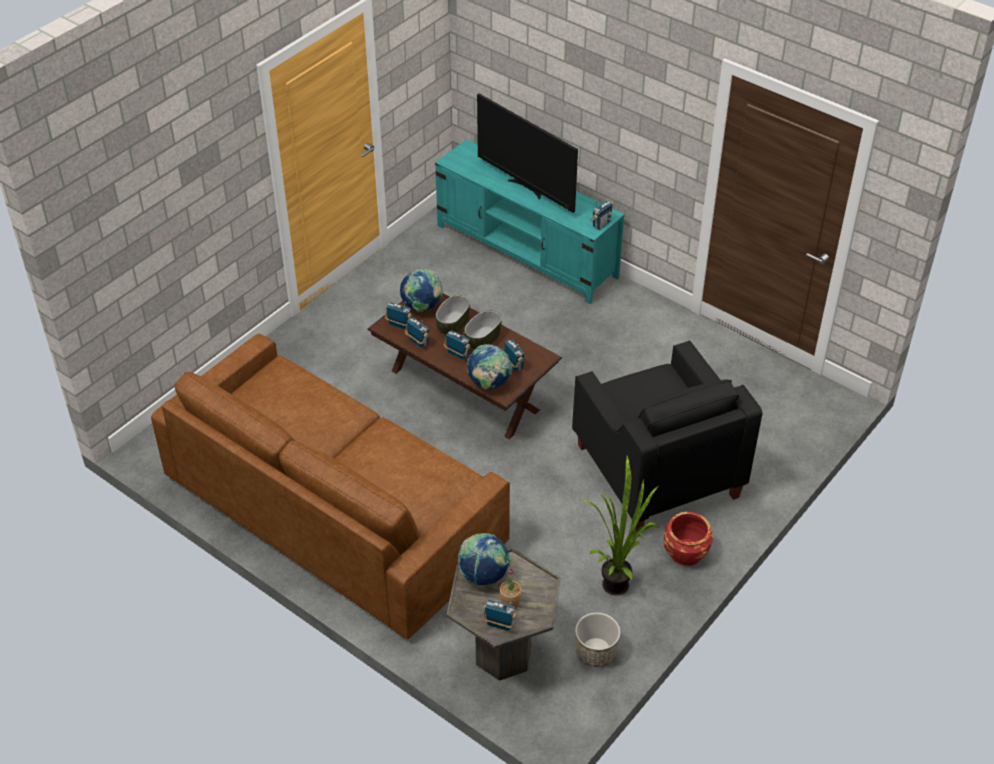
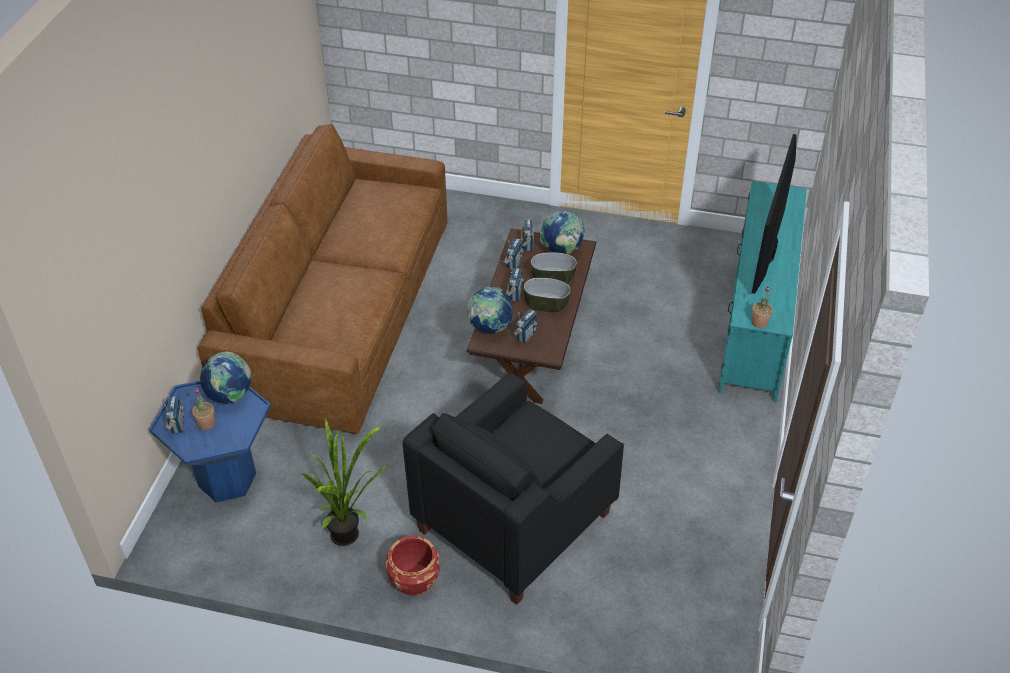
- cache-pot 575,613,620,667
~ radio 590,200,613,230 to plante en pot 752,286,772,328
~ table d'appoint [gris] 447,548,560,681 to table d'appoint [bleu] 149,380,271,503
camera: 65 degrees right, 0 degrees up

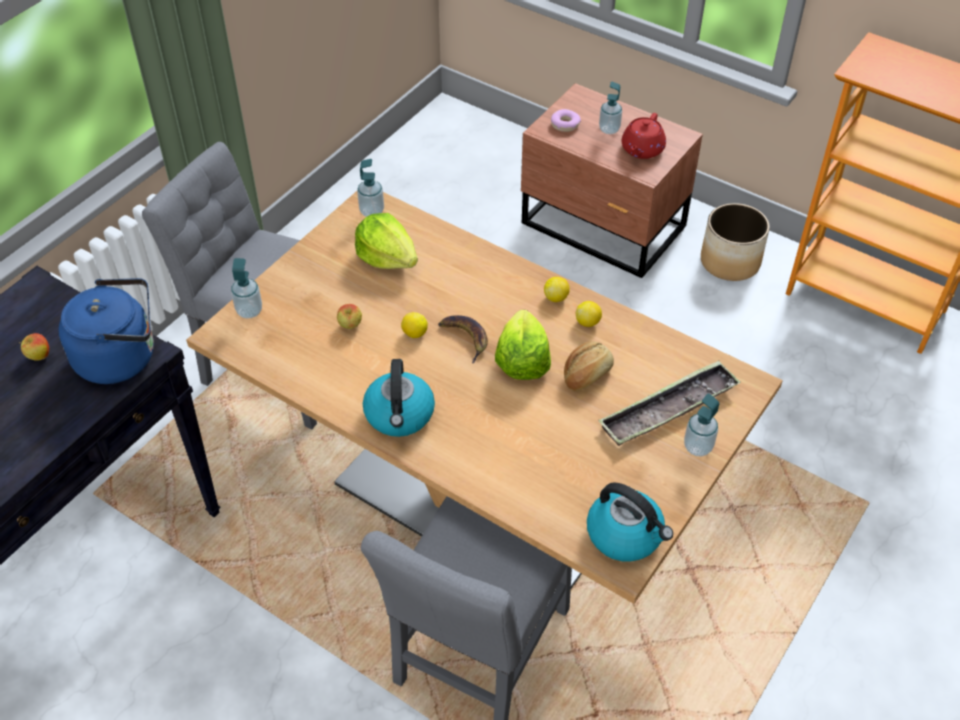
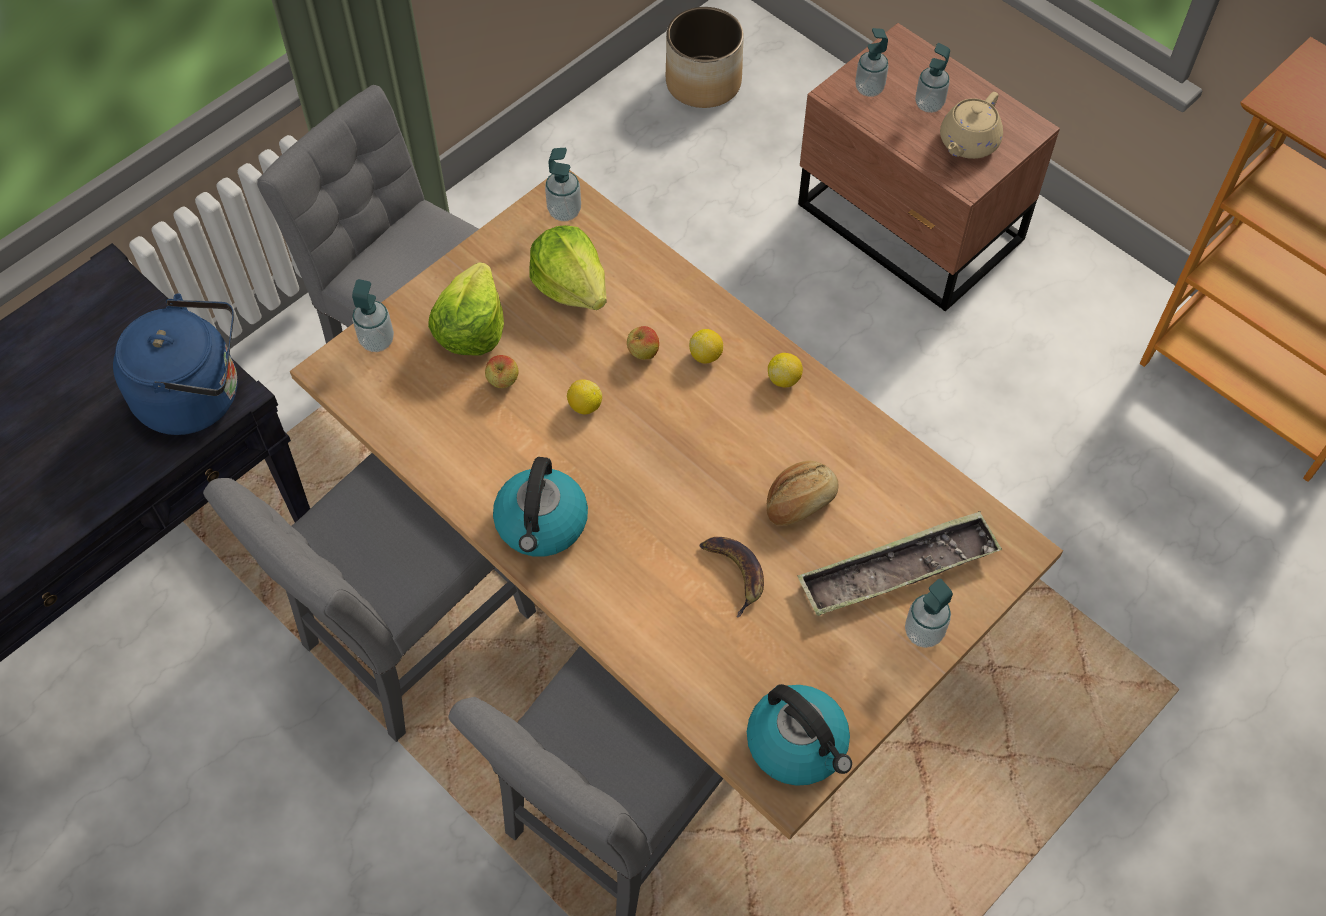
+ chaise [gris] 203,453,536,742
~ pomme 19,333,49,361 to 627,326,659,360
~ banane 438,315,488,363 to 699,537,764,618
~ laitue 495,310,551,380 to 428,262,504,356
~ citron 576,301,602,327 to 689,329,723,364
~ cache-pot 701,203,770,281 to 666,7,744,108
~ beignet 551,109,581,132 to distributeur de savon 855,28,889,97
~ théière [rouge] 622,113,666,159 to théière [beige] 940,92,1003,159
camera: 10 degrees right, 10 degrees up

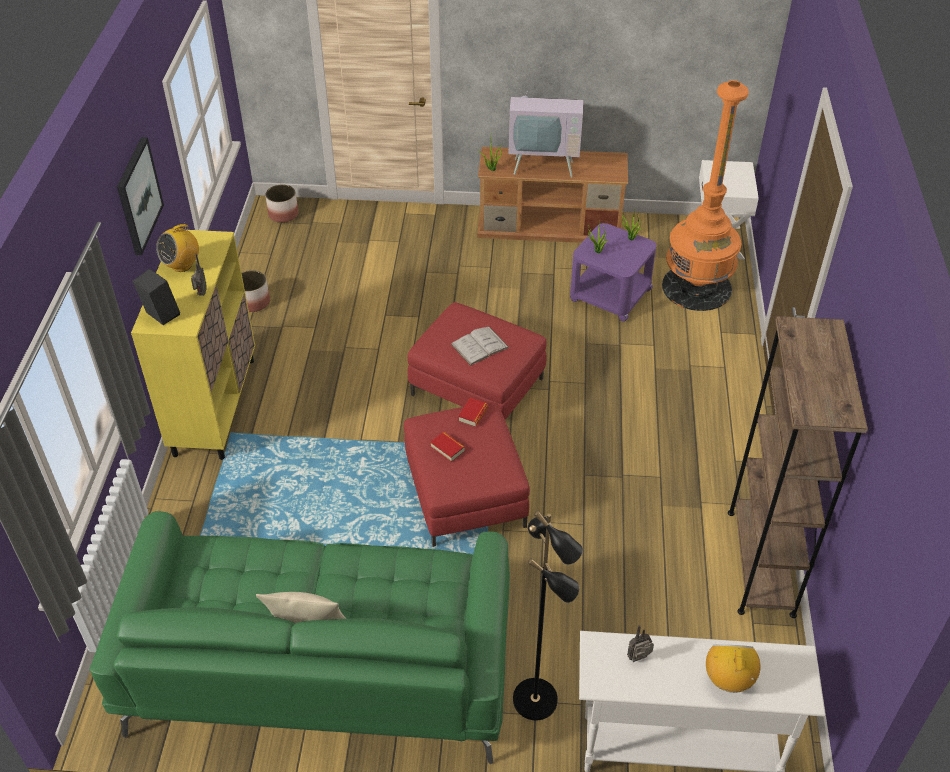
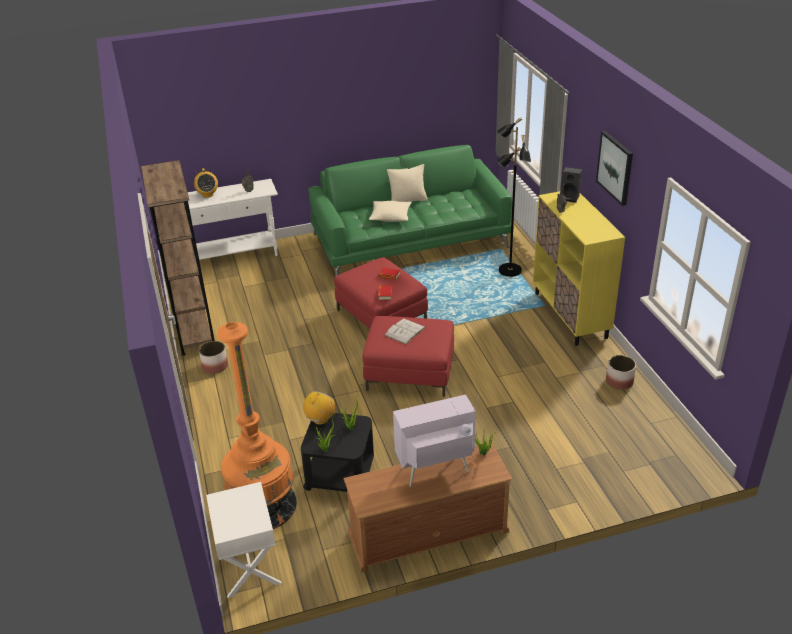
+ coussin [beige] 369,201,412,222
~ radio 156,223,199,272 to 303,391,335,425
~ cache-pot 265,184,298,223 to 199,341,228,374
~ lampadaire [noir] 513,510,583,720 to 496,117,531,277
~ table d'appoint [violet] 570,223,656,322 to table d'appoint [noir] 301,413,374,492
camera: 160 degrees right, 10 degrees down

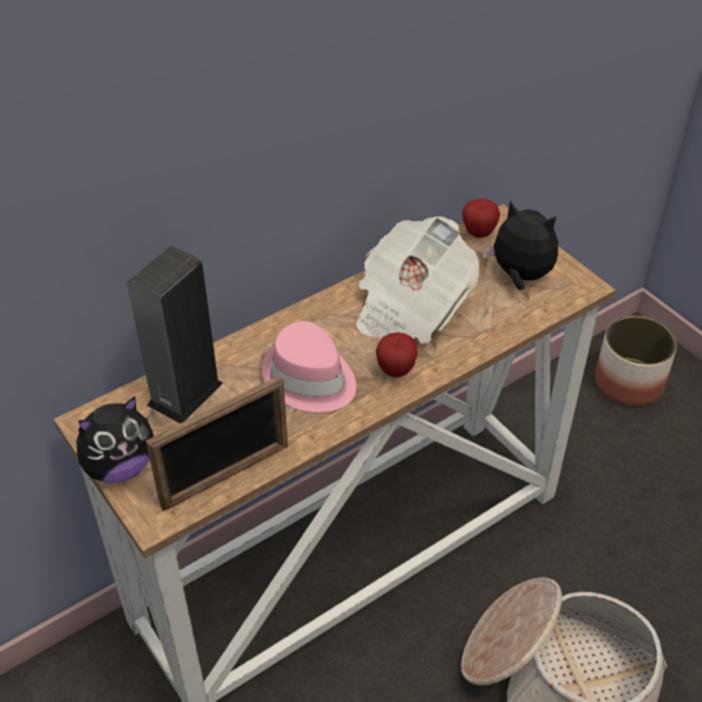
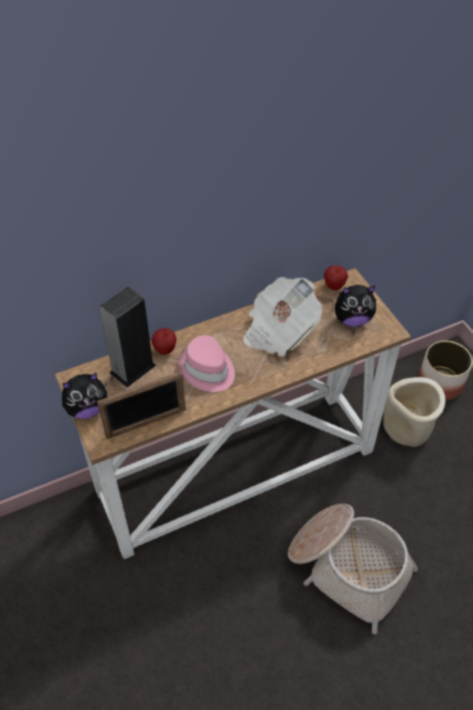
+ cache-pot [beige] 383,377,446,447
~ pomme 376,332,418,377 to 151,328,177,355
~ peluche 483,200,558,290 = 335,285,376,327 135 degrees clockwise
camera: 10 degrees right, 5 degrees up

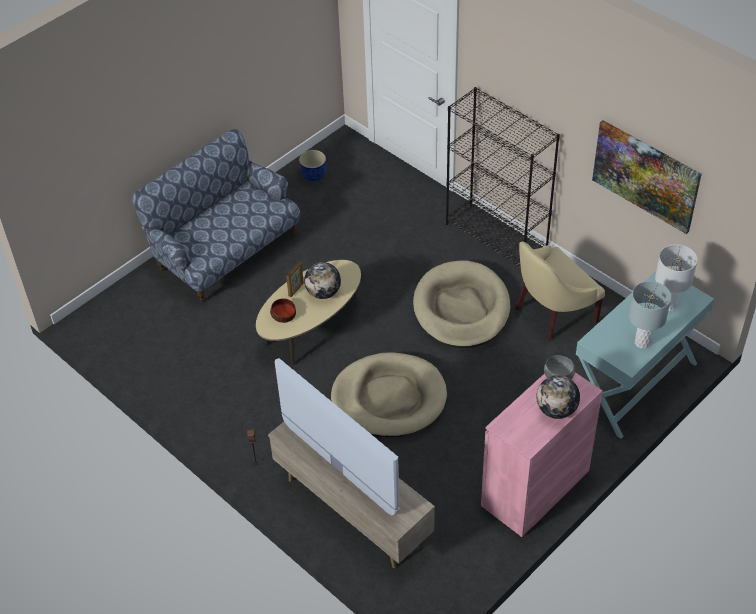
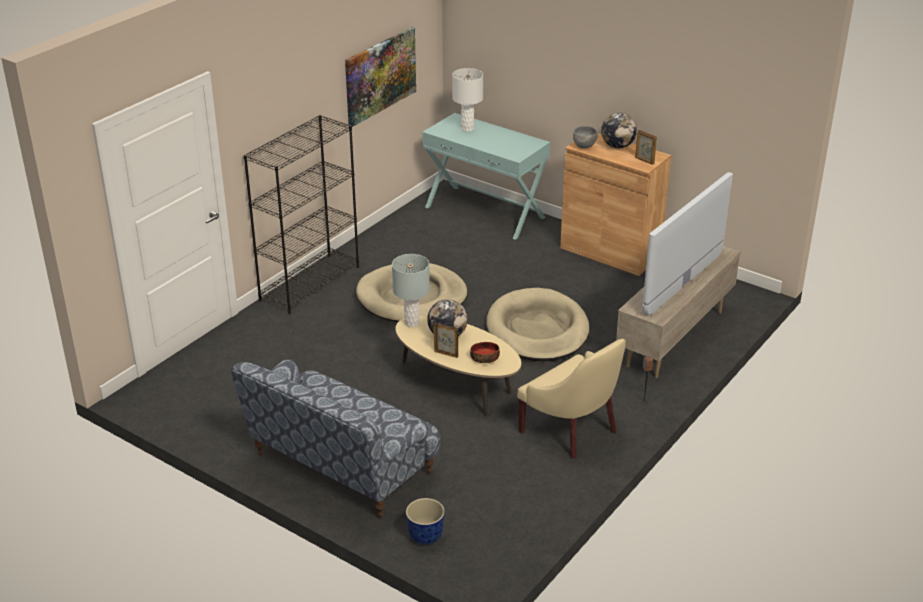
+ cadre photo 635,130,657,165
~ cache-pot 299,150,326,182 to 406,498,445,544
~ fauteuil [beige] 516,241,605,341 to 517,338,626,459
~ lampe de table [gris] 629,281,671,349 to 392,254,430,327
~ meuble de rangement [rose] 481,372,603,537 to meuble de rangement [marron] 560,133,671,276
camera: 100 degrees left, 15 degrees down

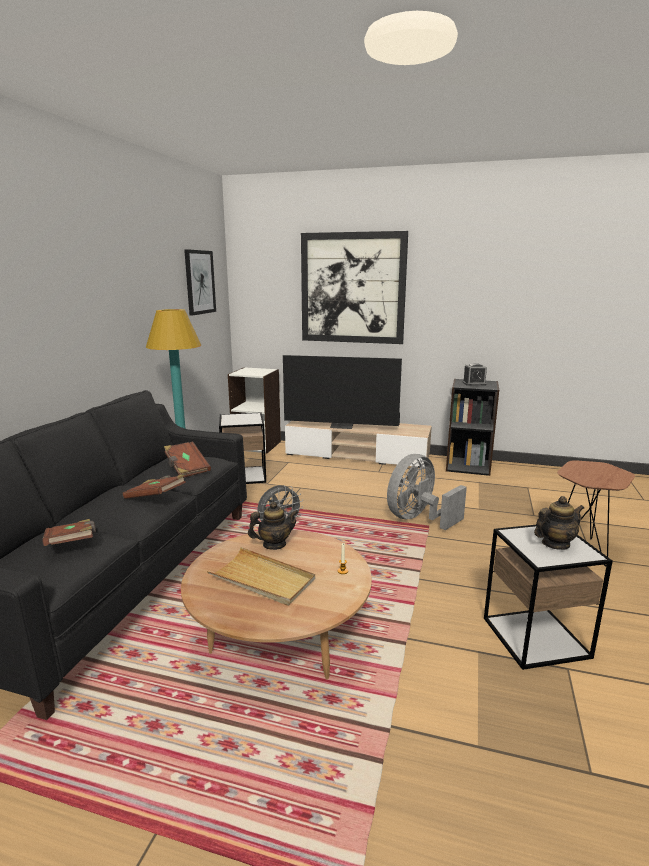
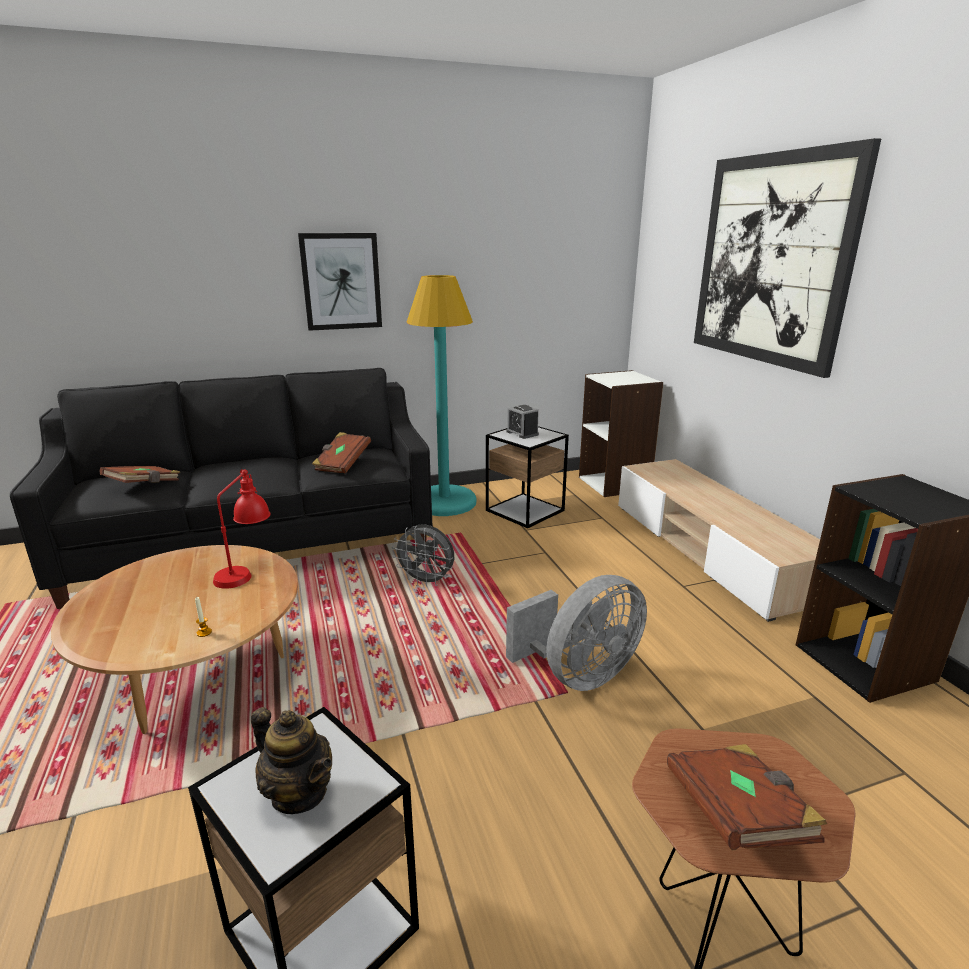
- plateau [beige] 207,547,315,606
- téléviseur 283,355,402,429
~ livre [marron] 122,474,186,499 to 667,744,827,850
~ tableau 184,249,216,316 to 298,233,382,331
~ réveil 463,363,487,386 to 506,405,539,439
~ théière 248,502,299,550 to lampe de table [rouge] 213,469,271,589
~ ventilateur [gris] 387,454,467,530 = 506,575,647,691 135 degrees clockwise
camera: 55 degrees right, 5 degrees up

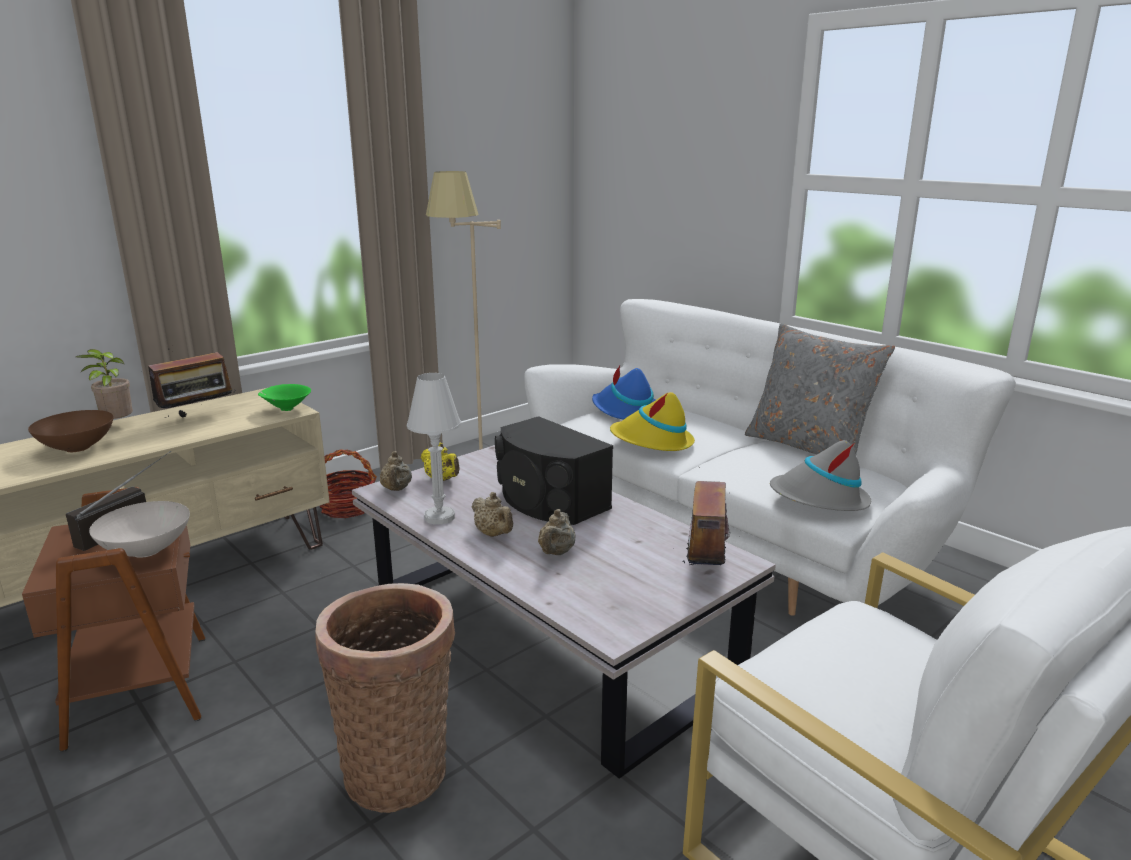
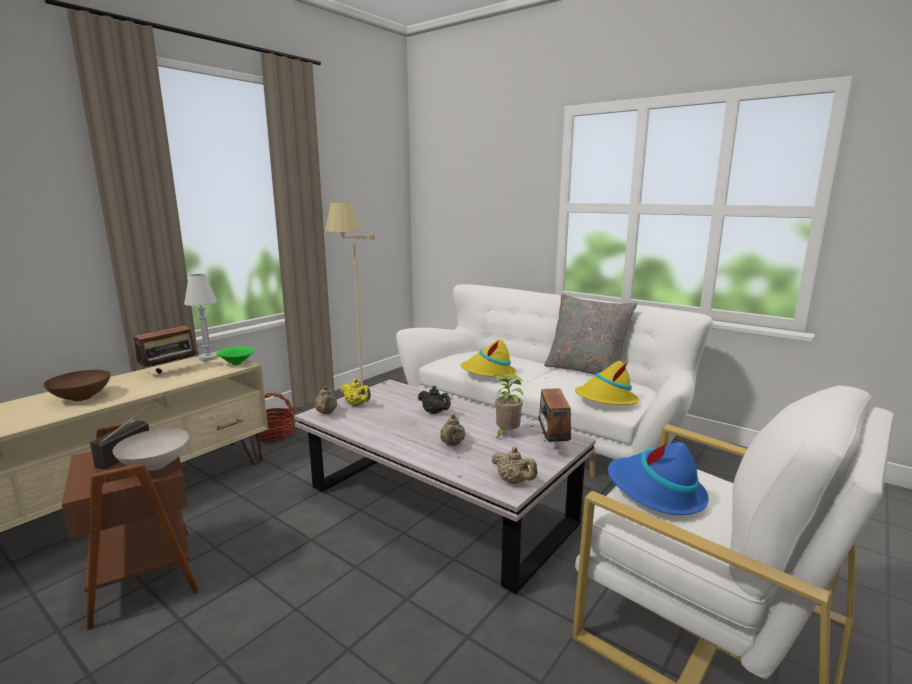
- panier 315,583,455,813
~ plante en pot 76,349,133,419 to 493,374,523,439
~ lampe de table [blanc] 407,373,461,524 to 184,274,218,361
~ théière [beige] 472,492,513,537 to 491,447,537,484
~ chapeau [bleu] 592,366,655,420 to 608,442,709,515
~ enceinte [noir] 495,416,613,525 to théière [noir] 418,386,451,414
~ chapeau [gris] 770,440,871,511 to chapeau [jaune] 575,361,639,405
camera: 10 degrees left, 5 degrees down

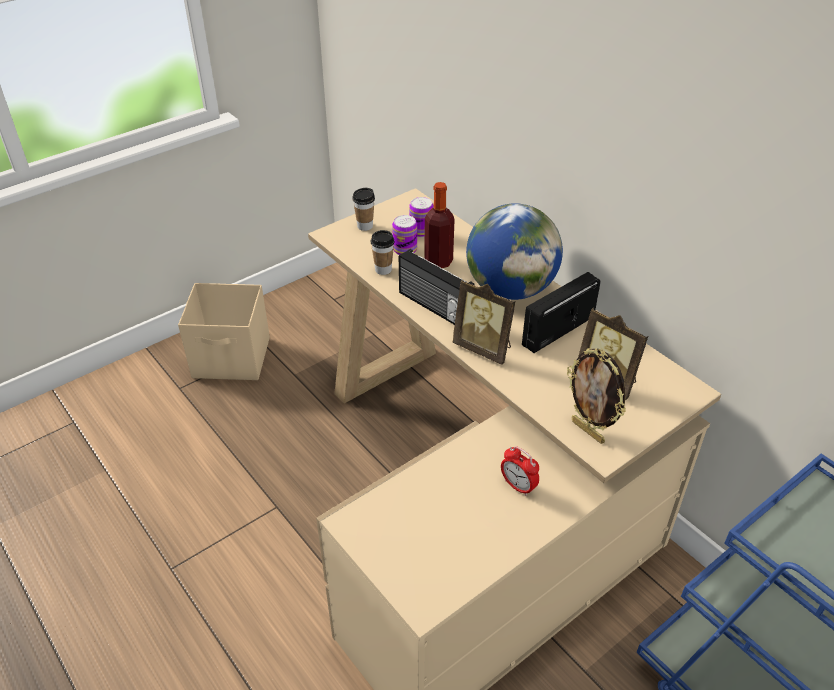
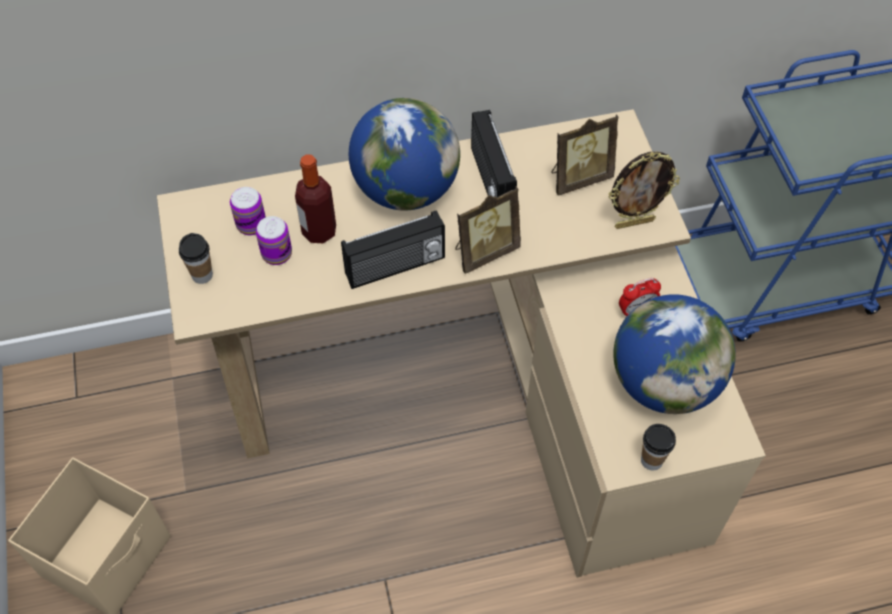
+ globe 613,294,736,414
~ tasse 371,230,394,275 to 641,424,676,471
camera: 65 degrees left, 15 degrees up

